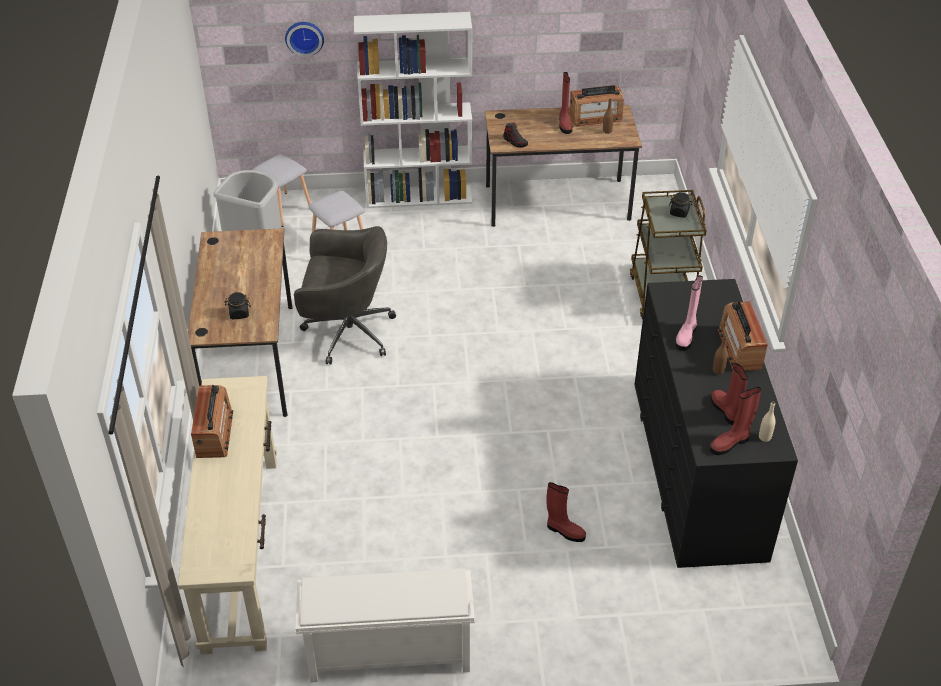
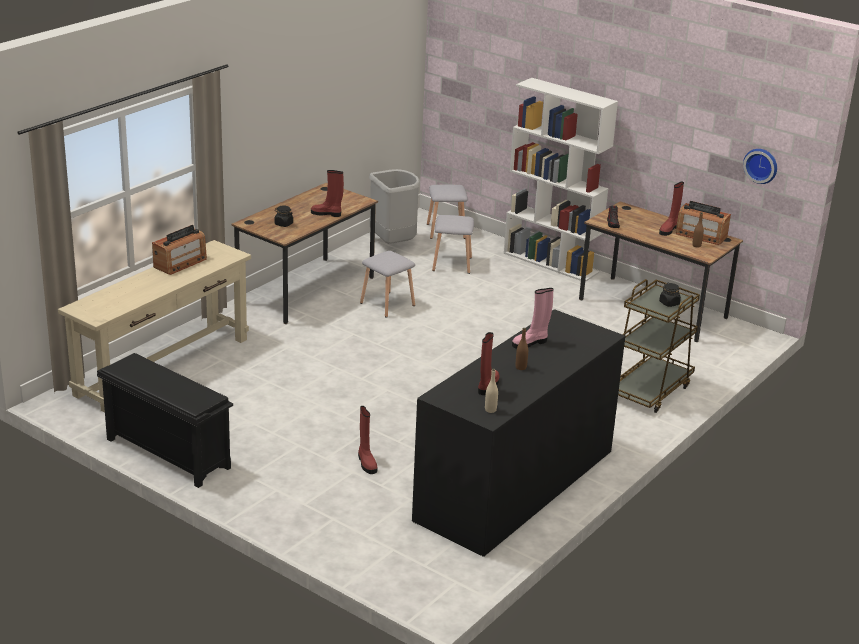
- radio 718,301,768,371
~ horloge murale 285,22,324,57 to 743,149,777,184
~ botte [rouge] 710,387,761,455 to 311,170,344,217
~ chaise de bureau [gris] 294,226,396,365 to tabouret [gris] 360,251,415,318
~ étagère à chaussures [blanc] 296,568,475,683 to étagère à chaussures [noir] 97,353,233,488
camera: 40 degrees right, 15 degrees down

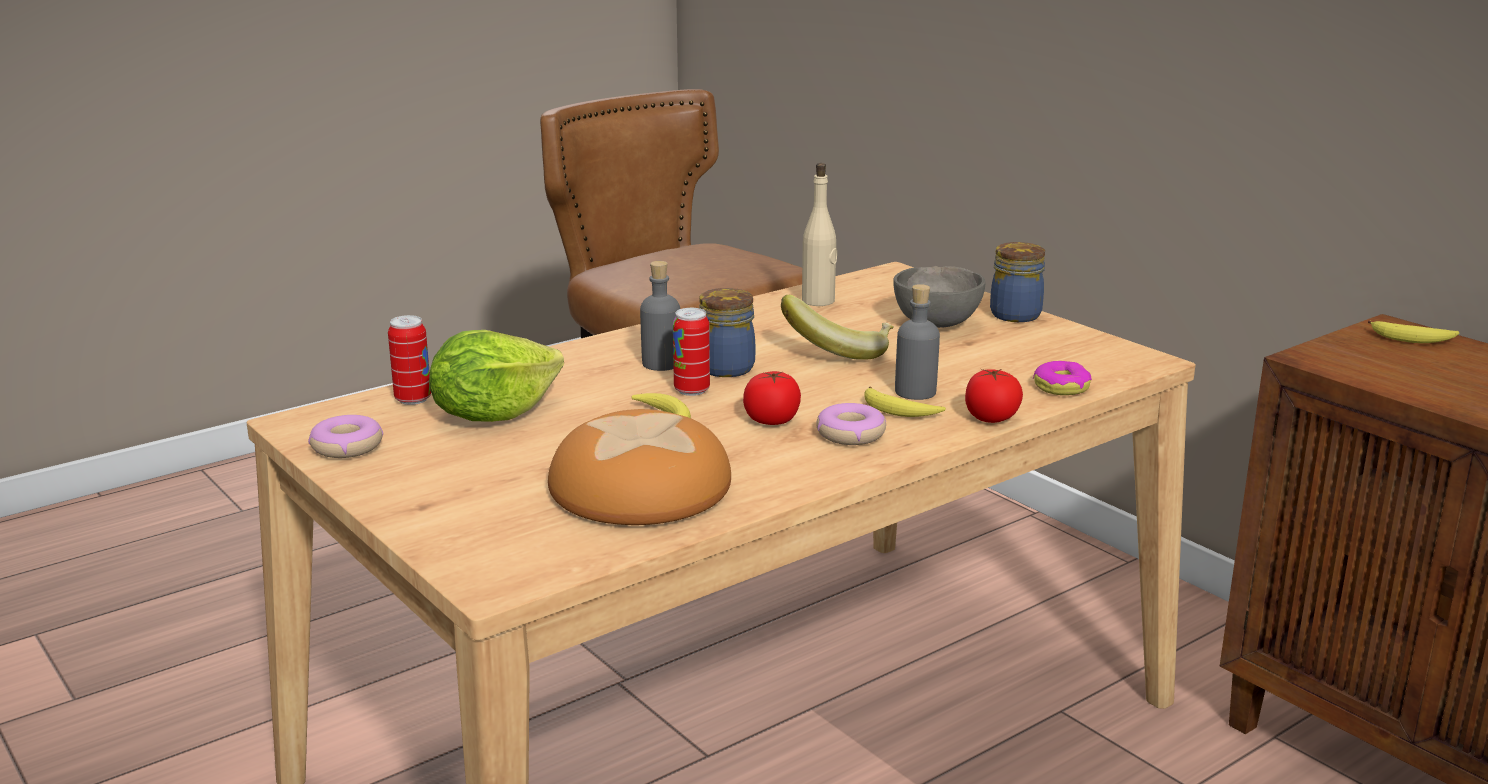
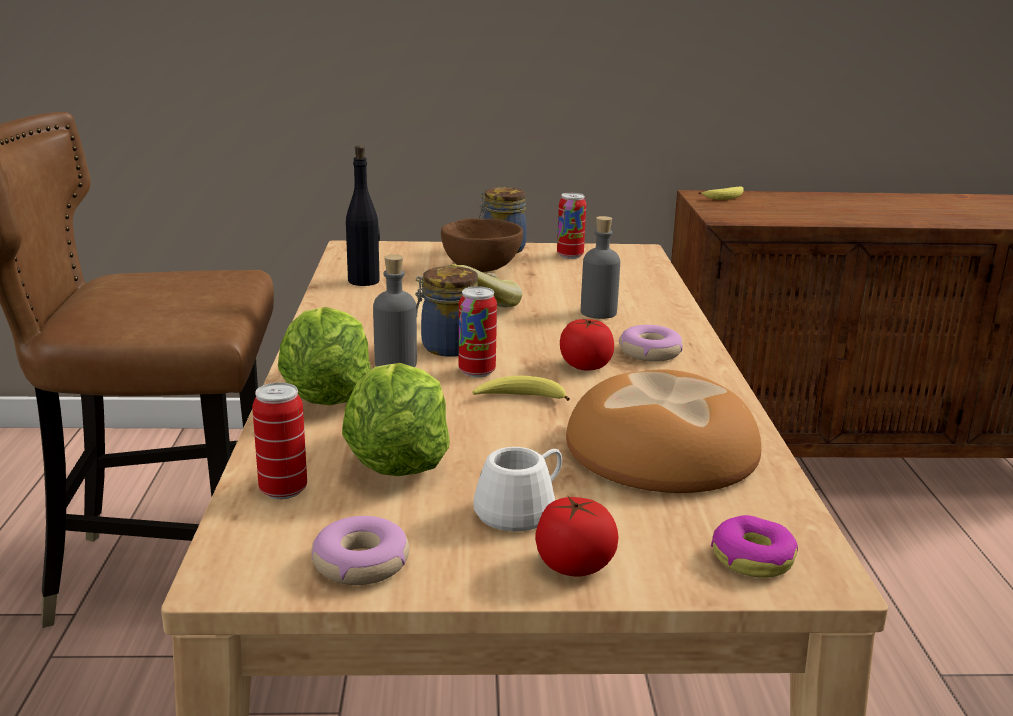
- banane 864,386,946,417
+ laitue 278,307,371,405
+ mug [blanc] 474,447,562,531
+ boîte métallique 557,193,586,259
~ tomate 965,369,1023,423 to 535,495,619,577
~ beignet 1033,361,1092,395 to 711,515,798,578
~ bouteille [beige] 802,163,837,306 to bouteille [noir] 346,145,380,286
~ bol [gris] 893,266,986,328 to bol [marron] 441,218,523,272
camera: 55 degrees left, 0 degrees up

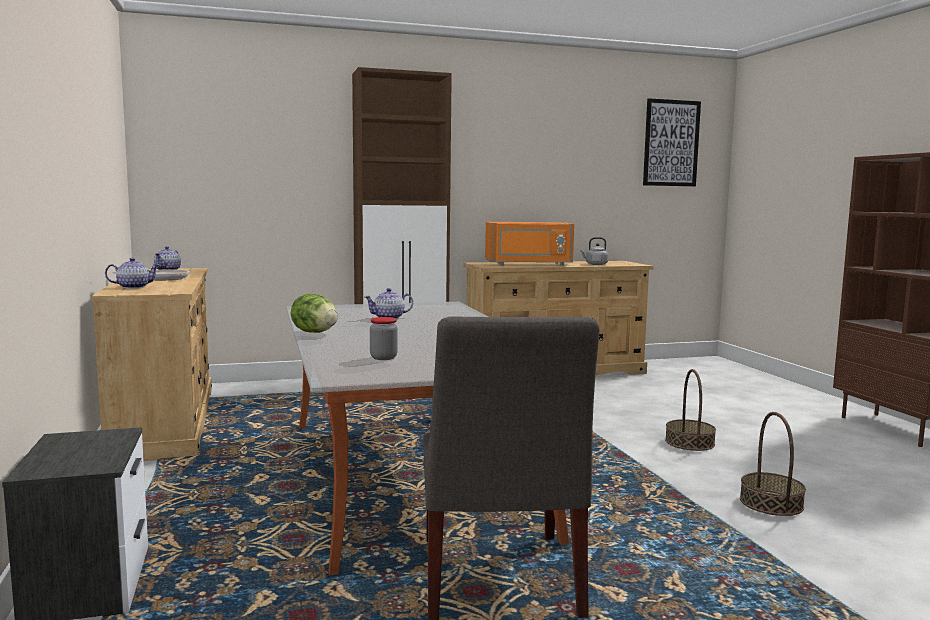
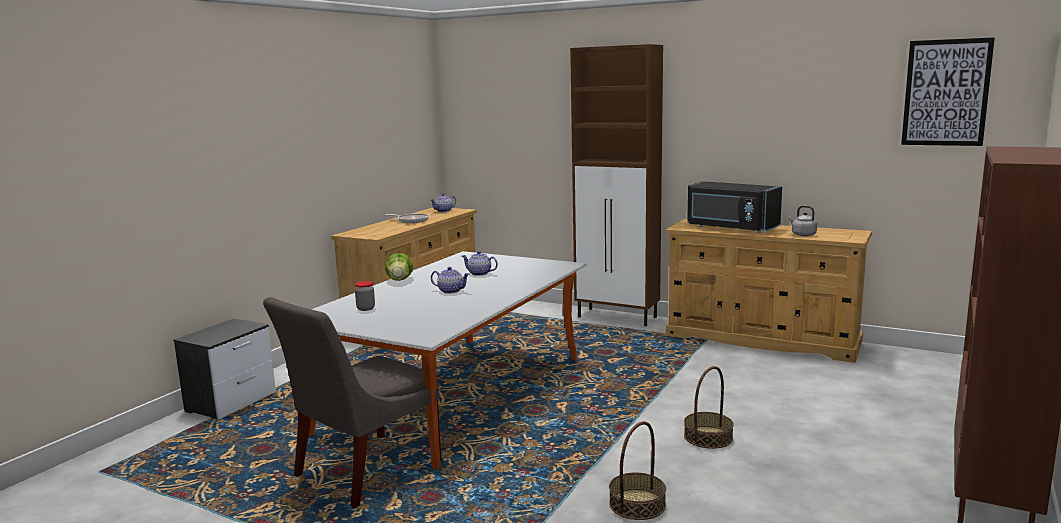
~ théière 105,258,160,289 to 431,267,470,294
~ micro-ondes [orange] 485,222,574,266 to micro-ondes [noir] 687,181,782,233
camera: 45 degrees right, 5 degrees up

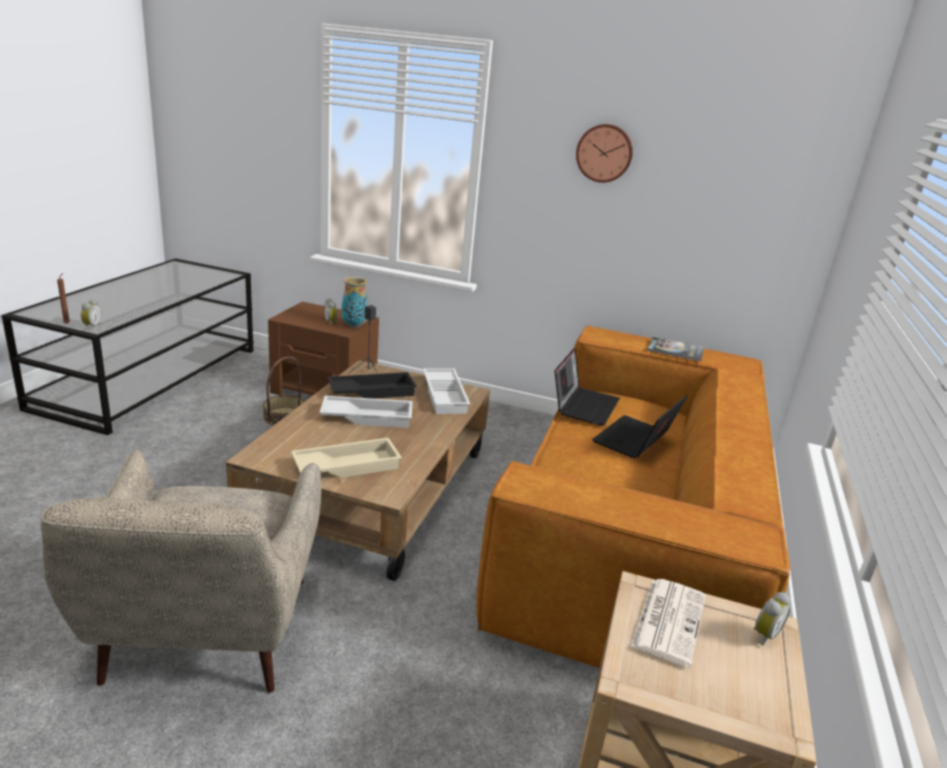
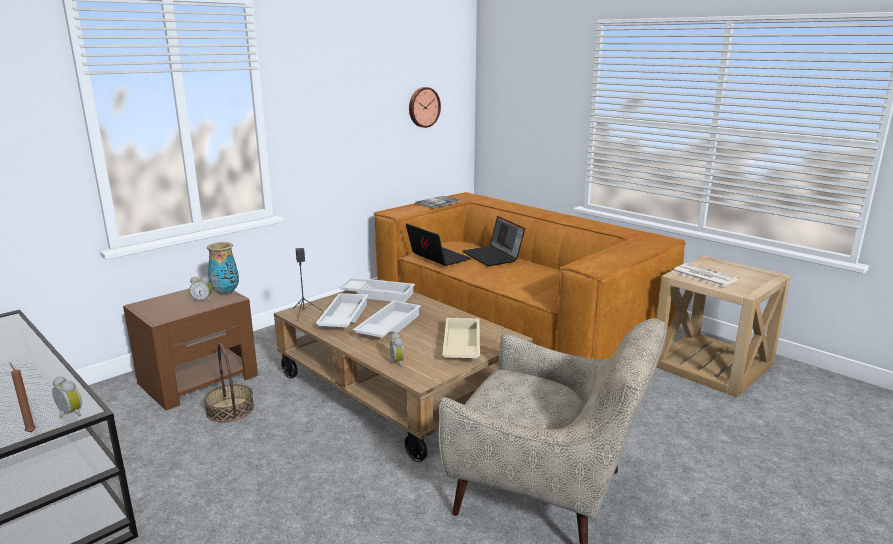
~ horloge murale 576,124,633,183 to 409,87,441,128
~ réveil 754,592,790,646 to 389,332,404,367
~ plateau [noir] 328,372,417,399 to plateau [blanc] 316,293,369,327
camera: 60 degrees left, 5 degrees down

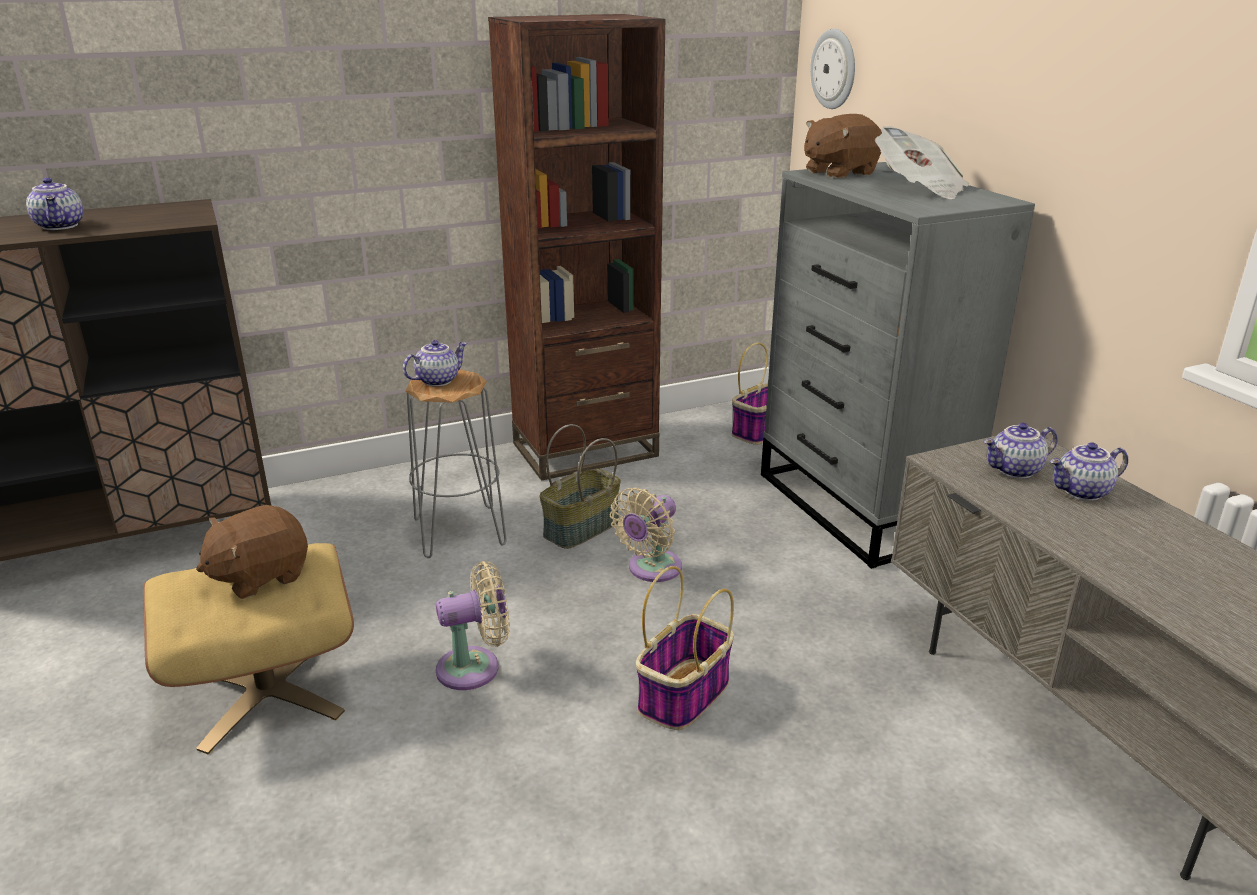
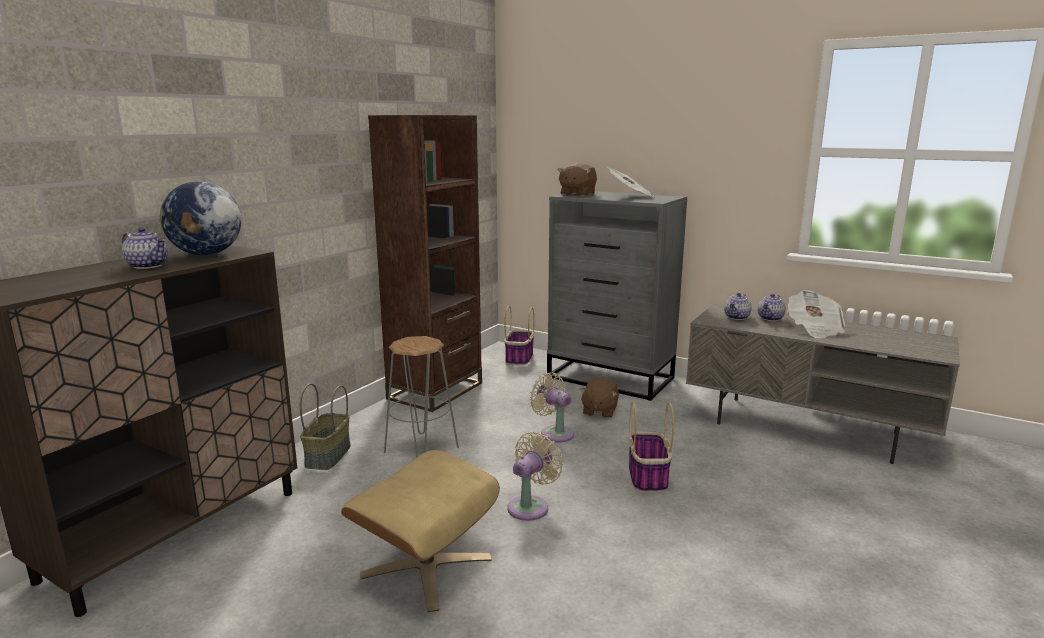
- théière 403,340,467,386
- horloge murale 810,29,855,109
+ globe 159,181,241,255
+ journal 787,290,845,338
~ peluche [marron] 196,505,308,599 to 580,378,619,418
~ panier 540,424,621,549 to 300,383,351,470
~ ventilateur [beige] 610,487,682,582 = 530,372,574,442 135 degrees clockwise
camera: 35 degrees left, 10 degrees down

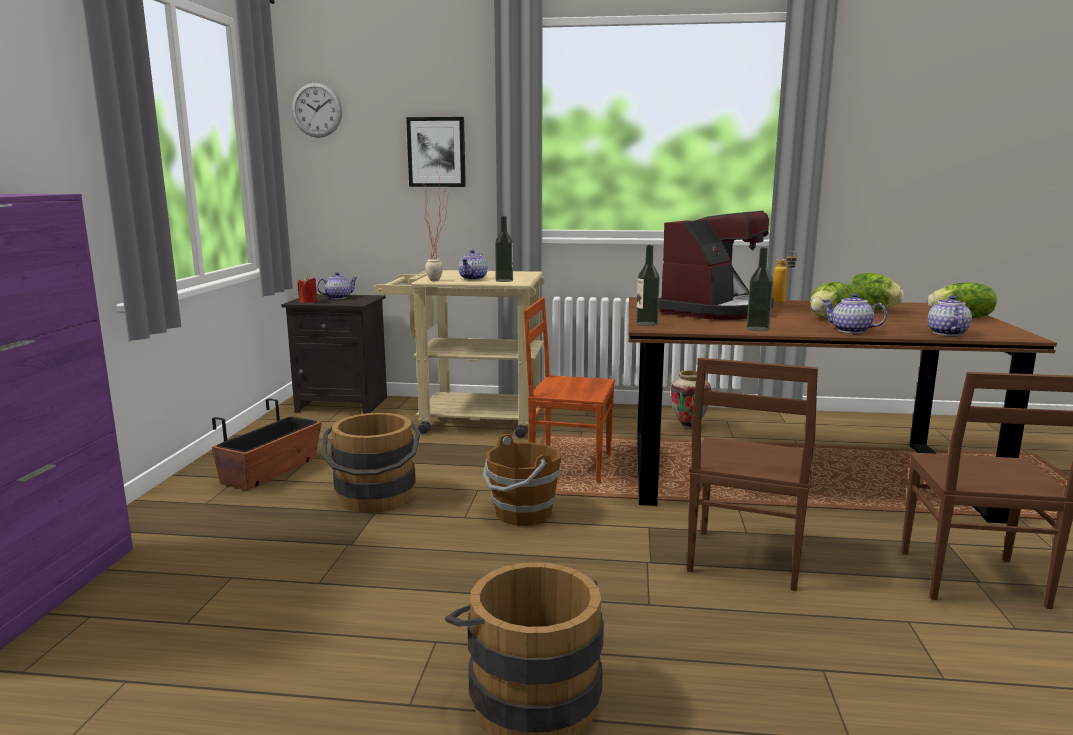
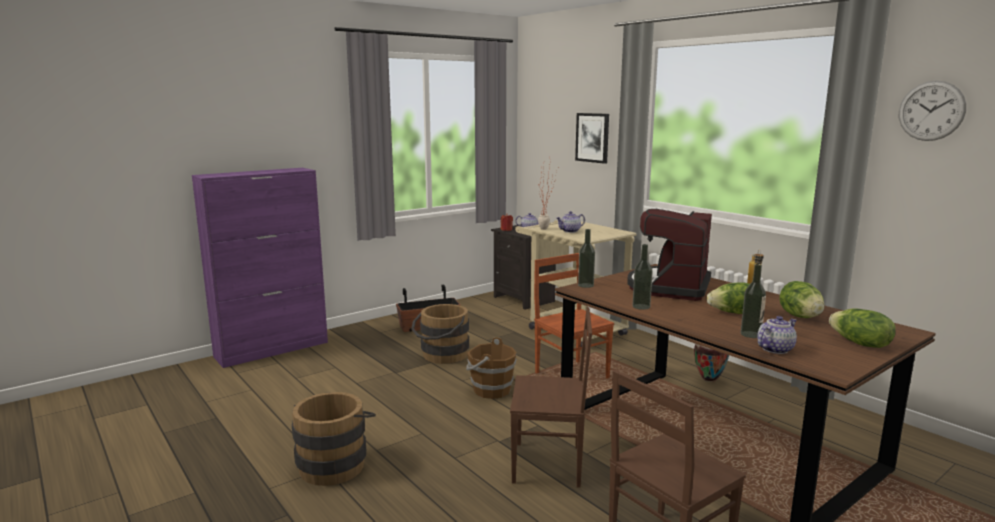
- théière 822,293,887,333
~ horloge murale 292,83,342,138 to 899,81,966,141
~ bouteille 495,216,513,282 to 741,264,766,338
~ machine à café 658,211,774,320 = 627,209,712,301 120 degrees clockwise
~ chaise [marron] 687,358,818,591 = 510,307,592,488 150 degrees counterclockwise
camera: 45 degrees right, 0 degrees up

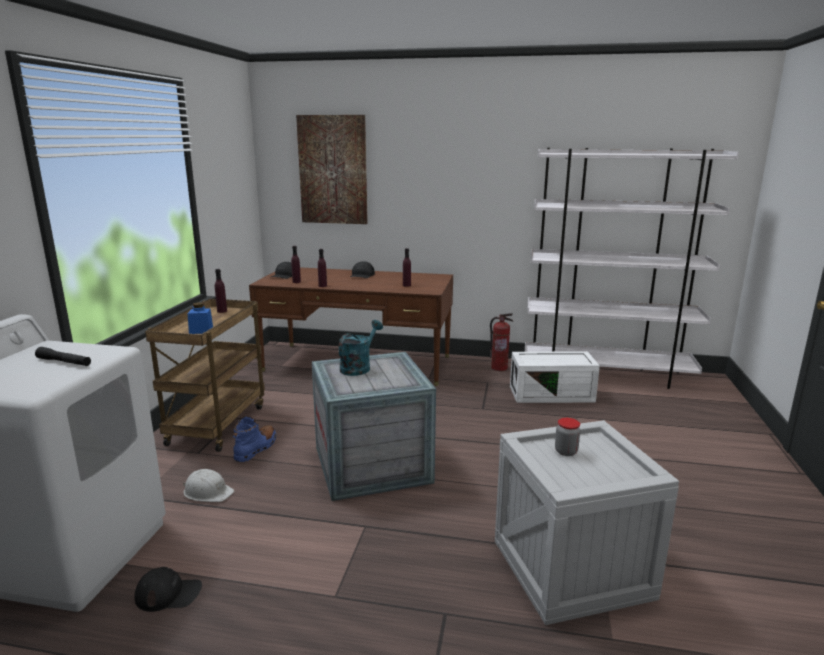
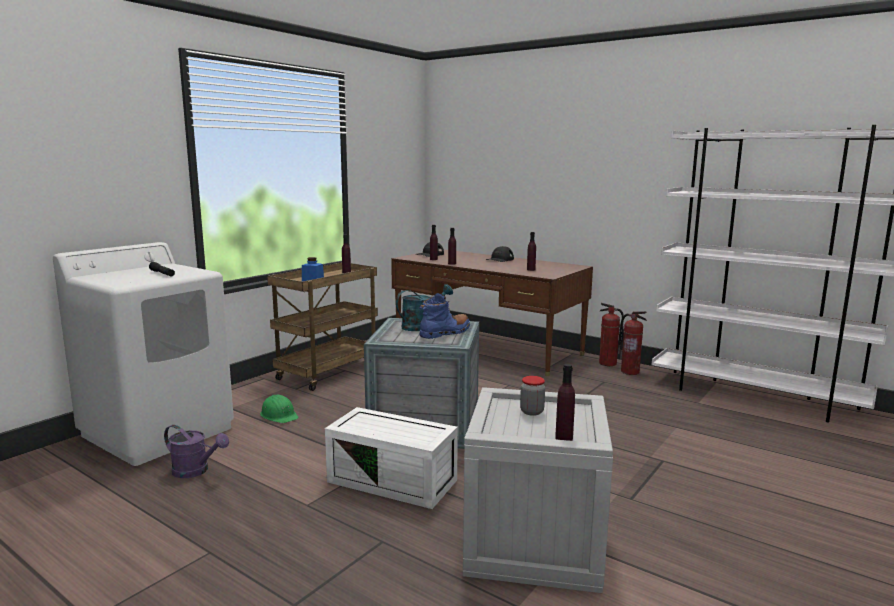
- tableau 296,115,368,224
+ bouteille [violet] 555,364,575,441
+ extincteur 599,303,624,366
~ botte [bleu] 233,416,276,462 to 419,293,470,339
~ boîte de rangement [blanc] 510,351,600,403 to 325,407,458,509
~ casquette [noir] 134,567,202,612 to arrosoir [violet] 164,425,229,478
~ casque de chantier [blanc] 183,469,234,502 to casque de chantier [vert] 260,395,299,423
camera: 25 degrees right, 5 degrees down

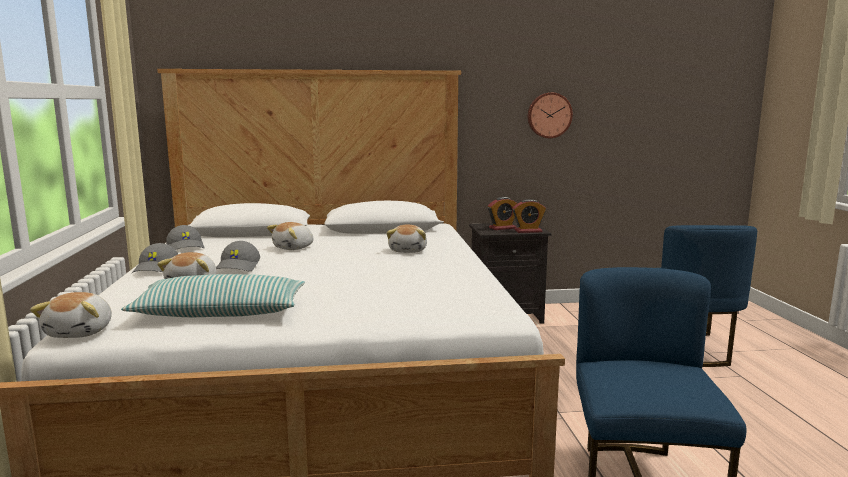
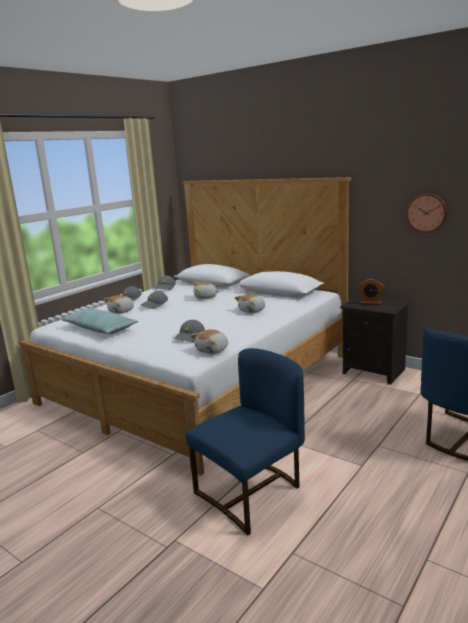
- réveil 512,199,546,233
+ casquette [gris] 174,320,205,342
~ peluche 30,292,112,338 to 190,329,228,354
camera: 45 degrees right, 5 degrees up

